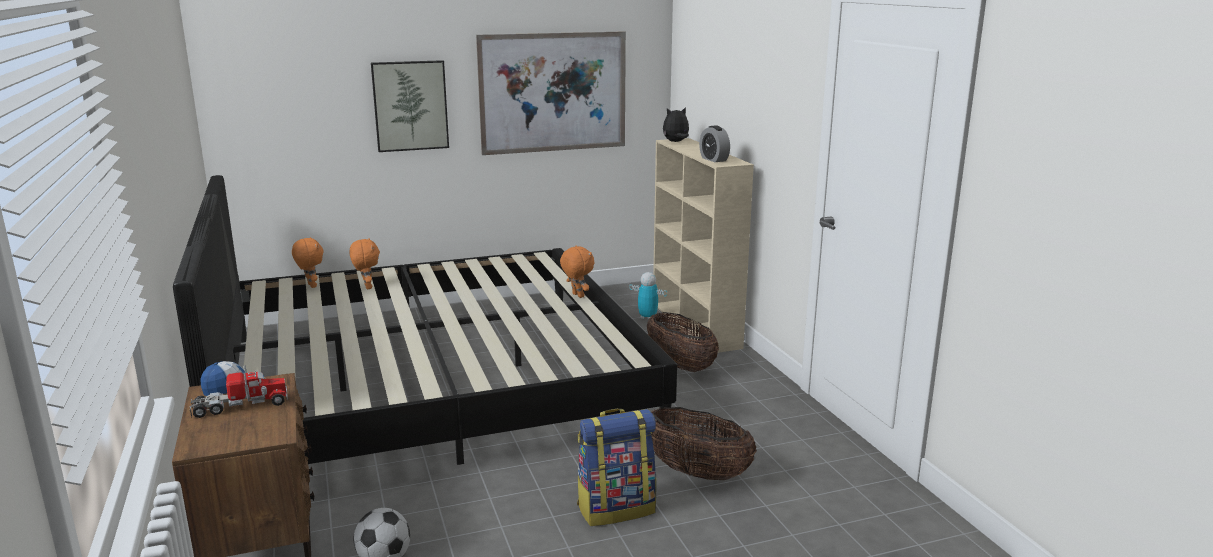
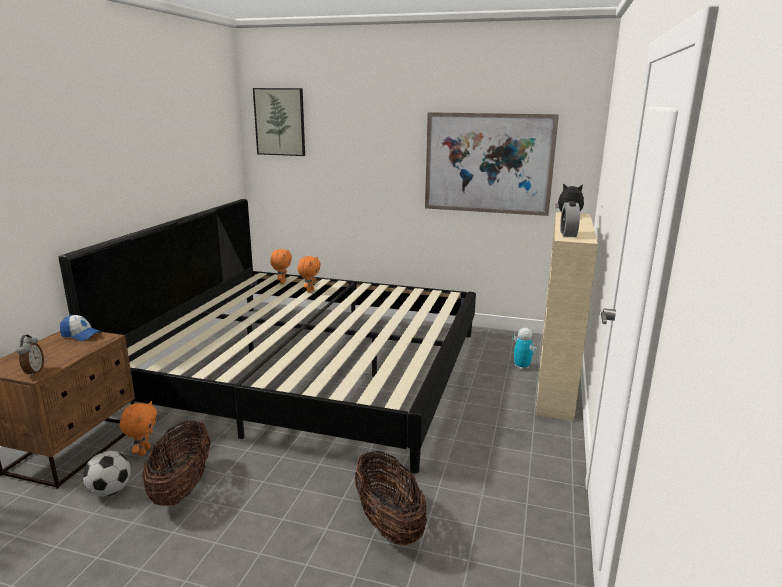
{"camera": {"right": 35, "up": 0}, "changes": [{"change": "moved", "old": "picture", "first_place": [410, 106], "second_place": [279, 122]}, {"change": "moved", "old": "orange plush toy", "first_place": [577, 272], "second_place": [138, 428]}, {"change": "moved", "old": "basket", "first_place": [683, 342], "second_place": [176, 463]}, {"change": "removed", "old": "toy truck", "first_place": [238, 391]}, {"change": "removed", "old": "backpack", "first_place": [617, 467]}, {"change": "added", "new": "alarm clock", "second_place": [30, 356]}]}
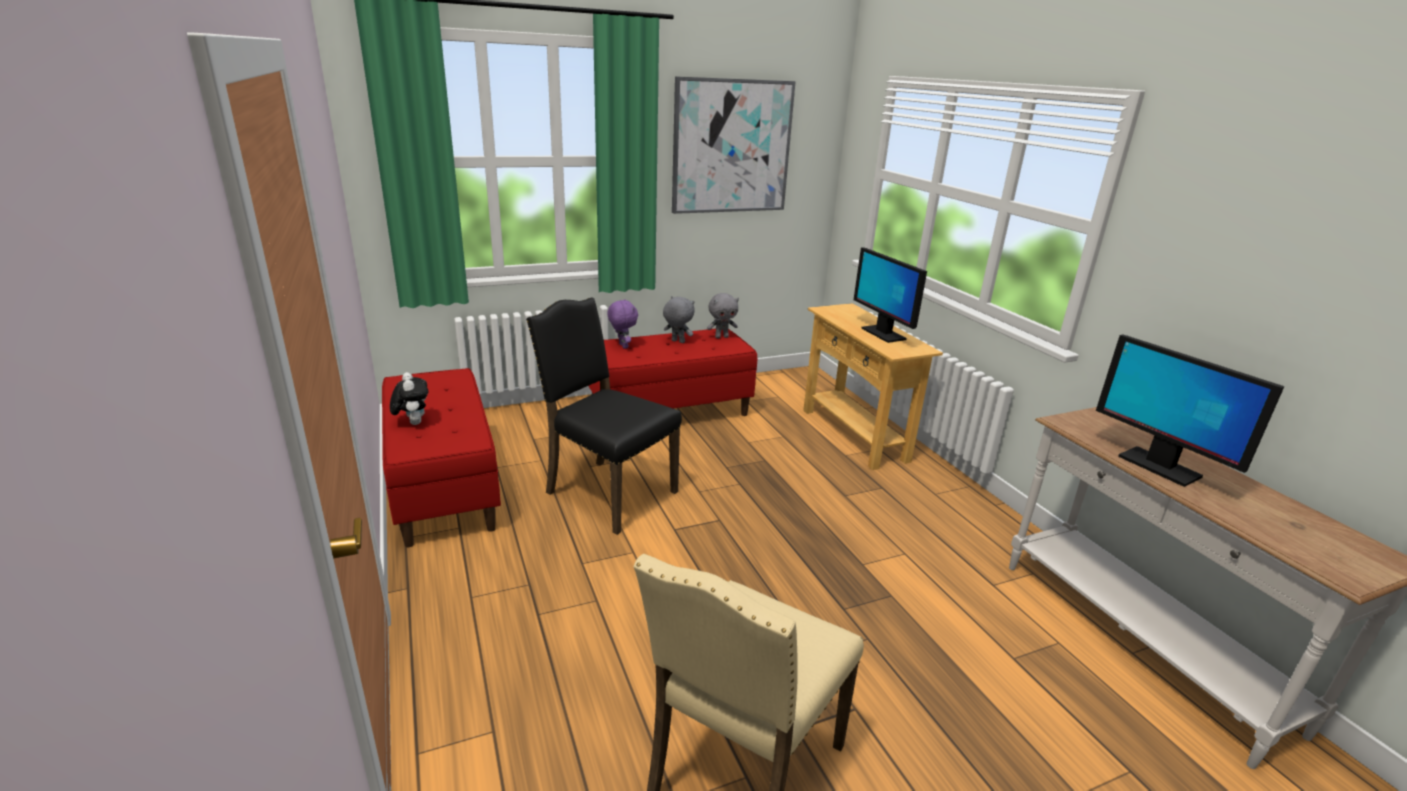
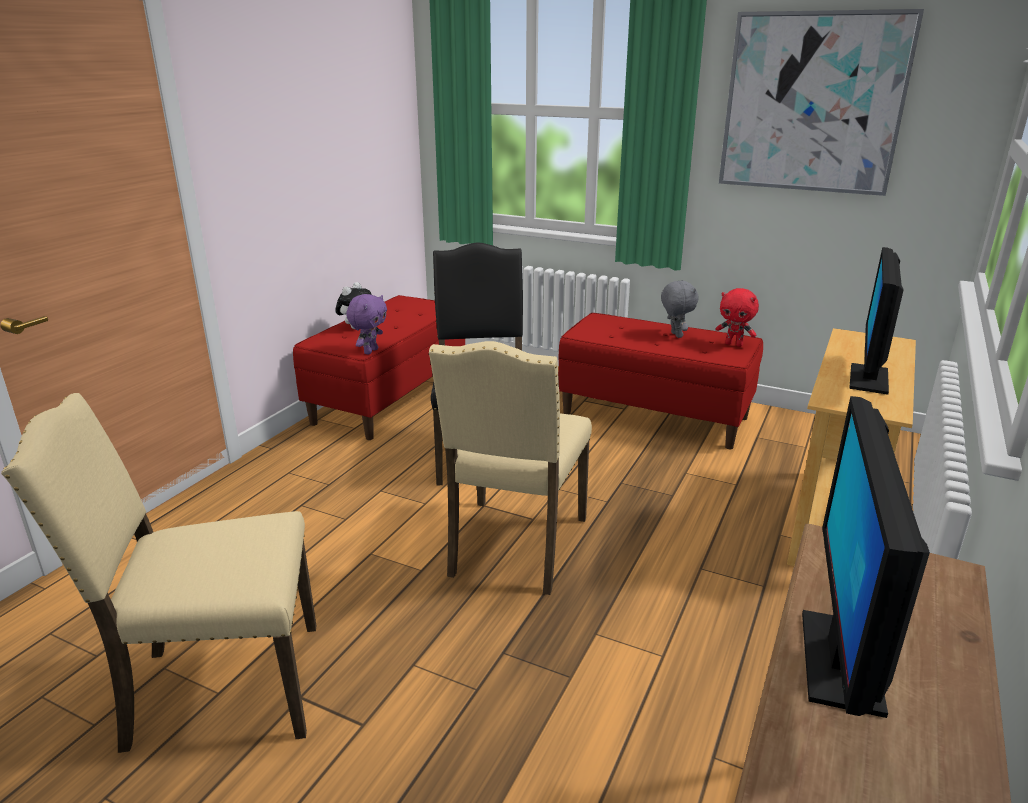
{"camera": {"right": 50, "up": 0}, "changes": [{"change": "recoloured", "old": "grey plush toy", "new": "red plush toy", "first_place": [723, 315], "second_place": [737, 317]}, {"change": "moved", "old": "purple plush toy", "first_place": [622, 324], "second_place": [366, 324]}, {"change": "added", "new": "beige chair", "second_place": [510, 468]}]}
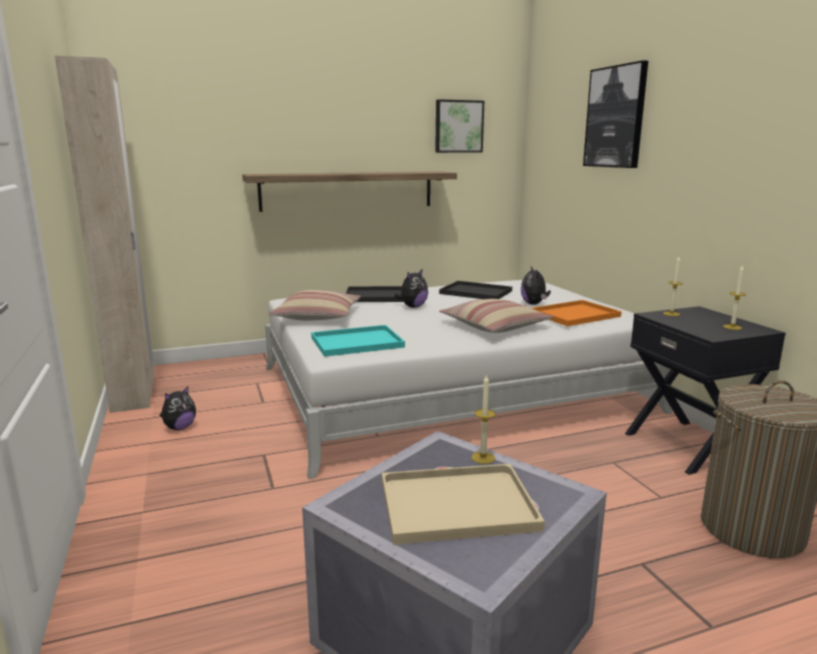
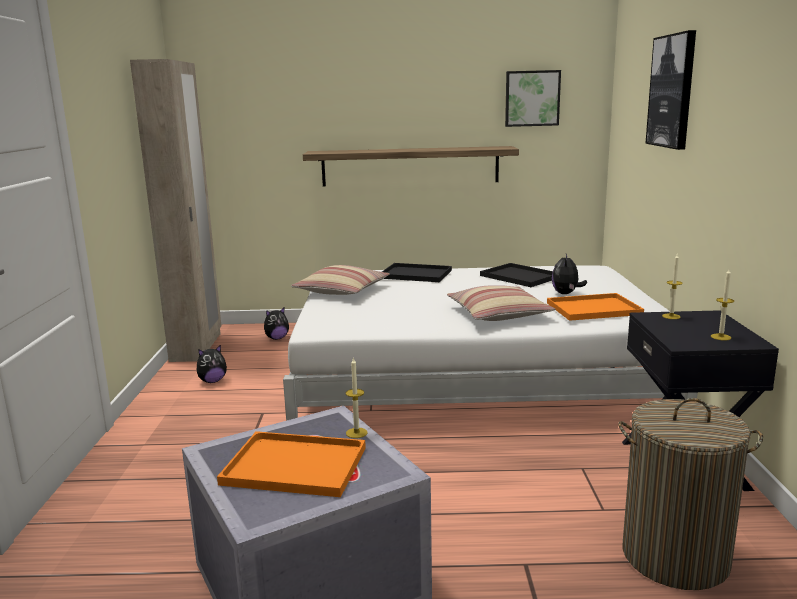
{"camera": {"right": 20, "up": 0}, "changes": [{"change": "moved", "old": "plush toy", "first_place": [411, 288], "second_place": [276, 324]}, {"change": "removed", "old": "turquoise tray", "first_place": [358, 341]}, {"change": "recoloured", "old": "beige tray", "new": "orange tray", "first_place": [463, 504], "second_place": [291, 464]}]}
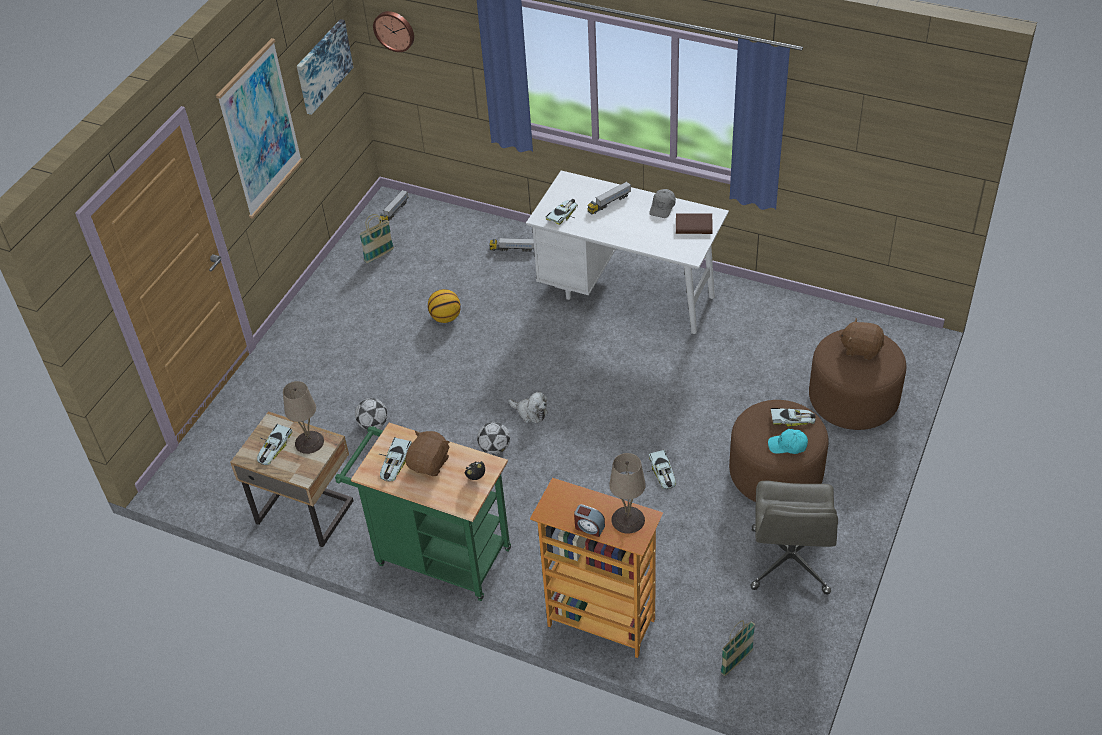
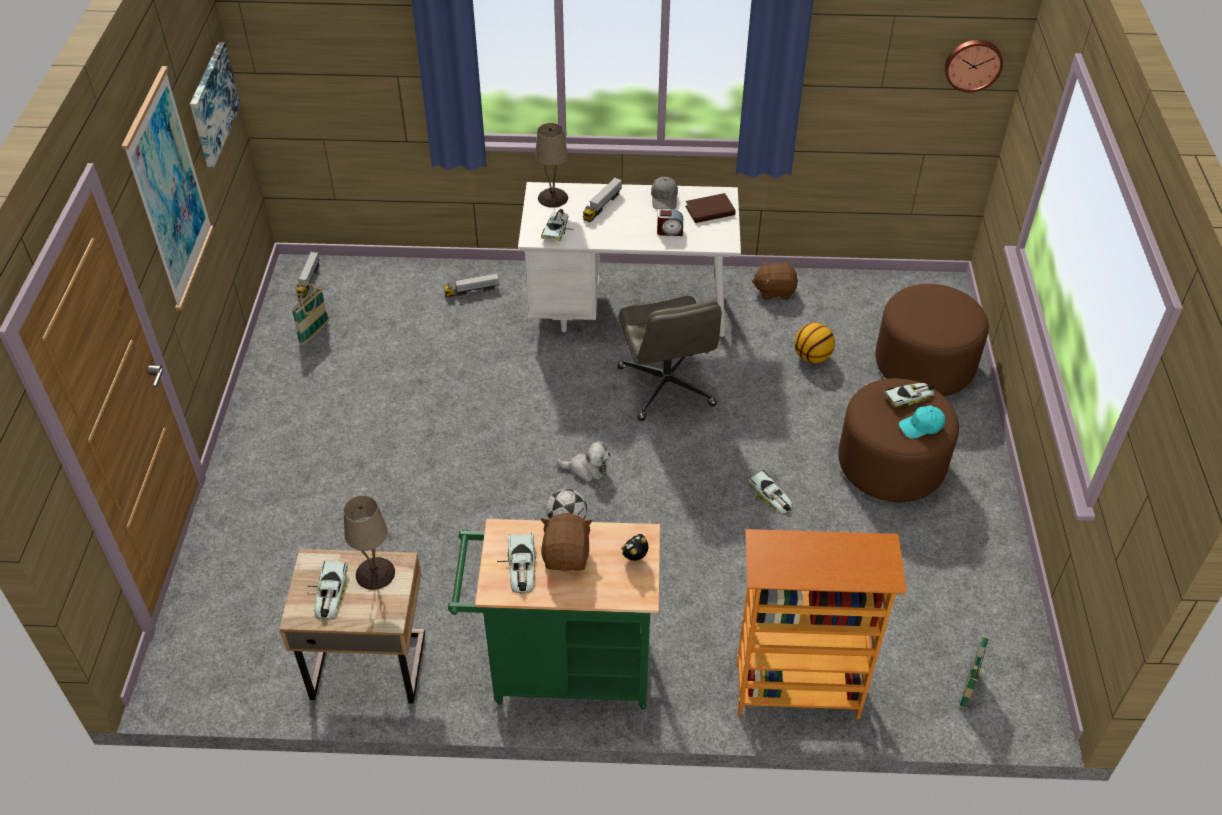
{"camera": {"right": -25, "up": 0}, "changes": [{"change": "moved", "old": "wall clock", "first_place": [393, 31], "second_place": [974, 66]}, {"change": "moved", "old": "basketball", "first_place": [444, 306], "second_place": [814, 343]}, {"change": "moved", "old": "brown plush toy", "first_place": [861, 339], "second_place": [775, 280]}, {"change": "removed", "old": "football", "first_place": [371, 414]}, {"change": "moved", "old": "beige table lamp", "first_place": [627, 493], "second_place": [551, 165]}, {"change": "moved", "old": "grey office chair", "first_place": [794, 538], "second_place": [669, 358]}, {"change": "moved", "old": "alarm clock", "first_place": [589, 520], "second_place": [670, 222]}]}
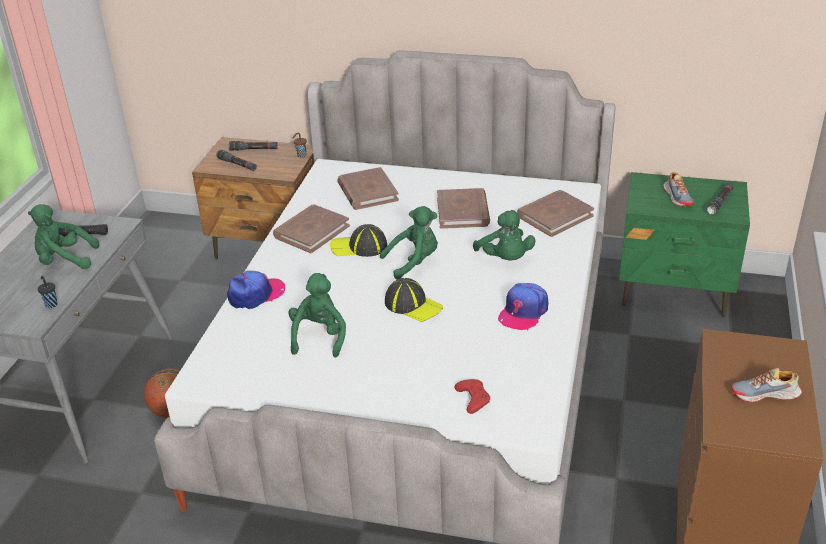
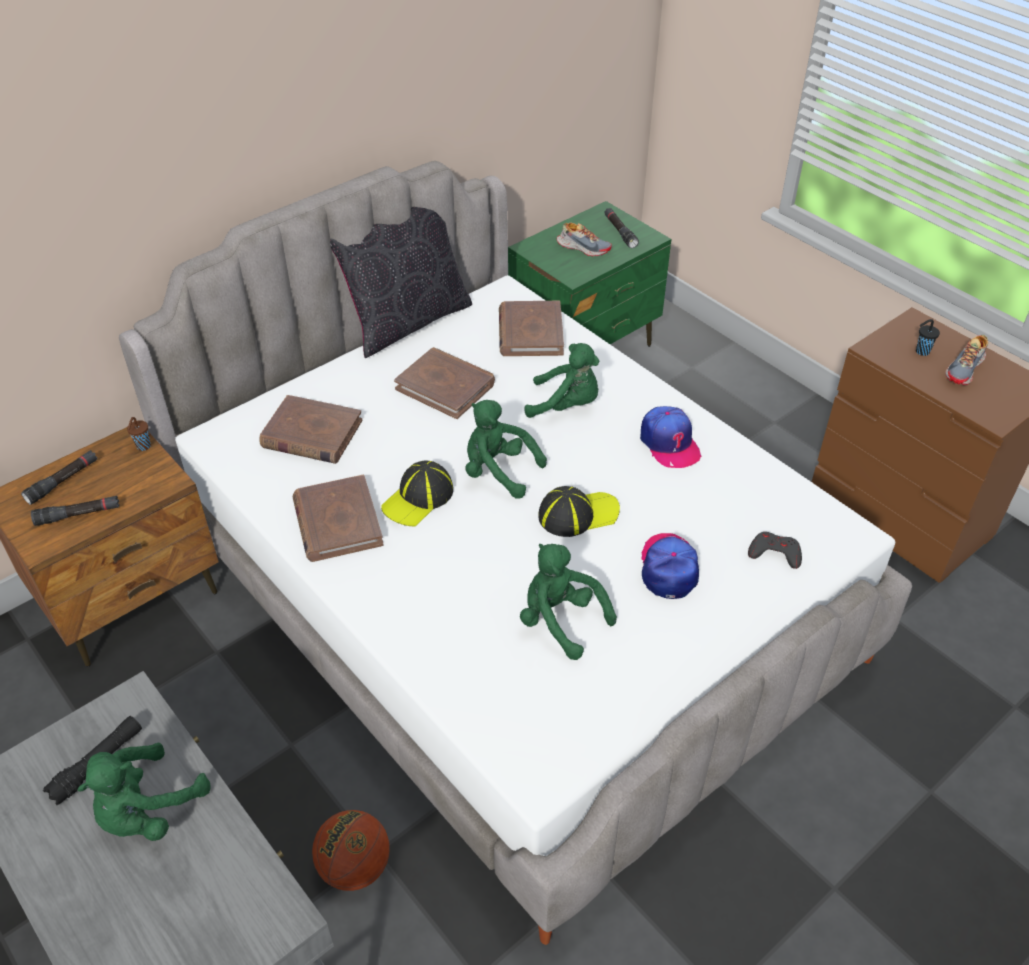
{"camera": {"right": -55, "up": 10}, "changes": [{"change": "turned", "old": "green plush toy", "first_place": [409, 243], "second_place": [506, 449], "degrees": -75}, {"change": "moved", "old": "cap", "first_place": [256, 290], "second_place": [670, 566]}, {"change": "moved", "old": "black cup", "first_place": [48, 292], "second_place": [928, 337]}, {"change": "recoloured", "old": "red game controller", "new": "grey game controller", "first_place": [472, 396], "second_place": [775, 550]}, {"change": "added", "new": "black pillow", "second_place": [401, 282]}]}
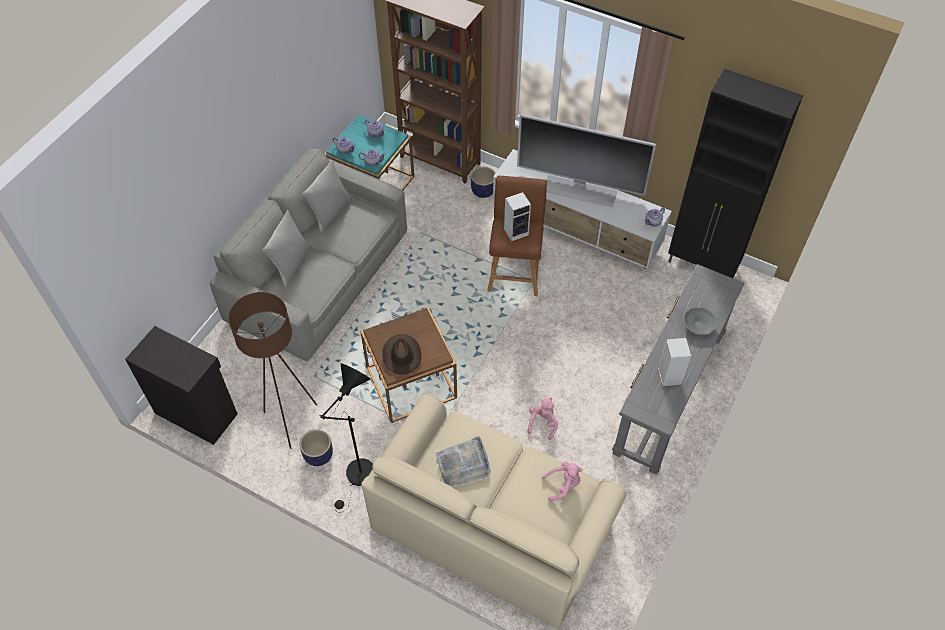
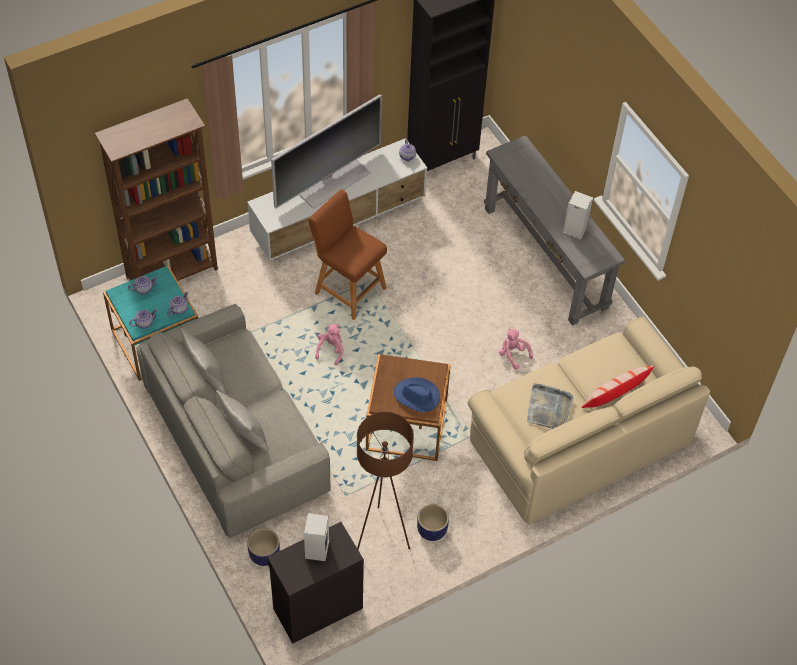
{"camera": {"right": -60, "up": 0}, "changes": [{"change": "moved", "old": "planter", "first_place": [483, 182], "second_place": [263, 547]}, {"change": "moved", "old": "speaker", "first_place": [517, 216], "second_place": [316, 537]}, {"change": "removed", "old": "grey bowl", "first_place": [700, 321]}, {"change": "recoloured", "old": "brown hat", "new": "blue hat", "first_place": [401, 354], "second_place": [417, 394]}, {"change": "removed", "old": "black floor lamp", "first_place": [346, 437]}, {"change": "moved", "old": "pink plush toy", "first_place": [562, 481], "second_place": [329, 344]}, {"change": "added", "new": "pillow", "second_place": [617, 387]}]}
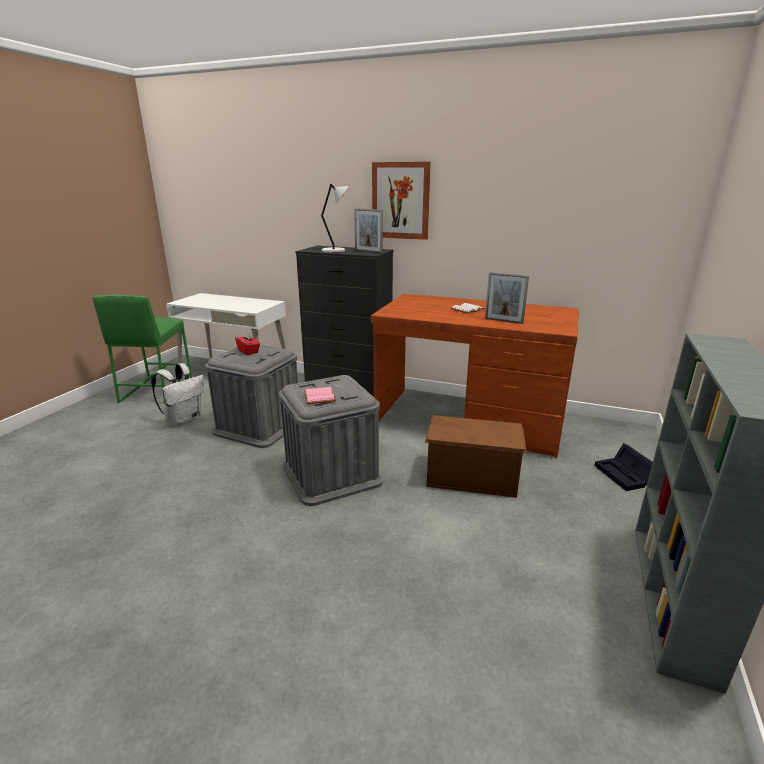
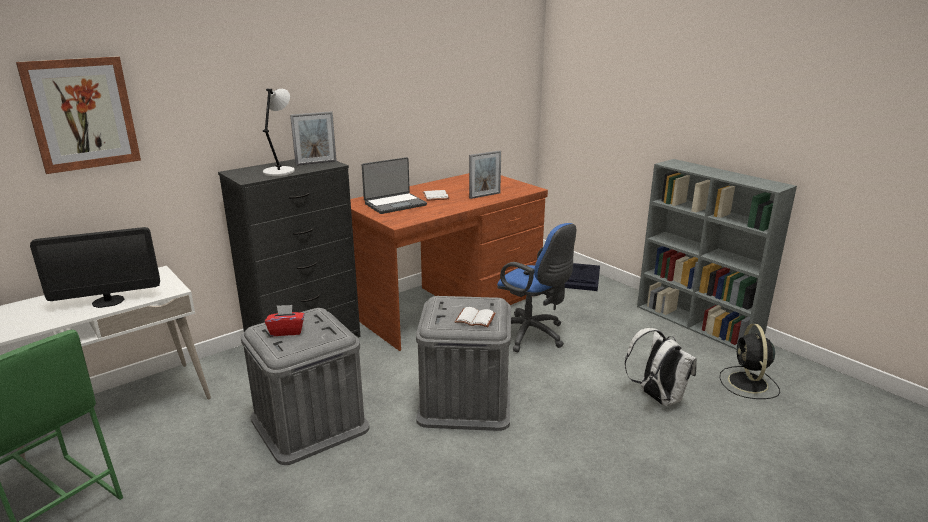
{"camera": {"right": -60, "up": 0}, "changes": [{"change": "moved", "old": "picture", "first_place": [401, 201], "second_place": [78, 115]}, {"change": "moved", "old": "white backpack", "first_place": [177, 394], "second_place": [661, 367]}, {"change": "recoloured", "old": "pink book", "new": "white book", "first_place": [320, 395], "second_place": [475, 317]}, {"change": "replaced", "old": "brown storage box", "new": "blue office chair", "first_place": [476, 456], "second_place": [536, 287]}, {"change": "added", "new": "laptop", "second_place": [394, 185]}, {"change": "added", "new": "monitor", "second_place": [95, 267]}, {"change": "added", "new": "black fan", "second_place": [750, 361]}]}
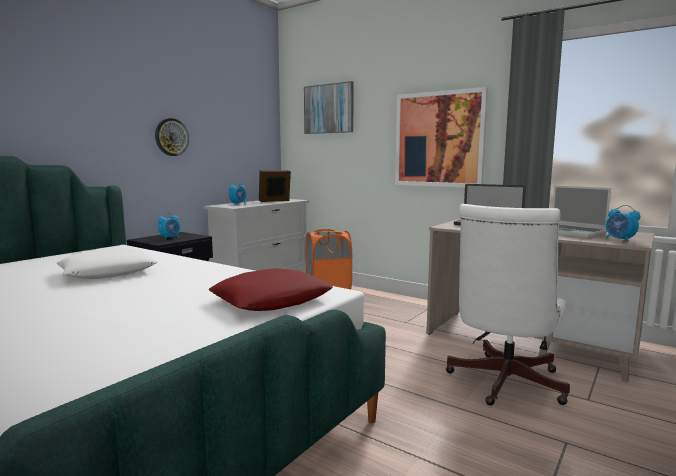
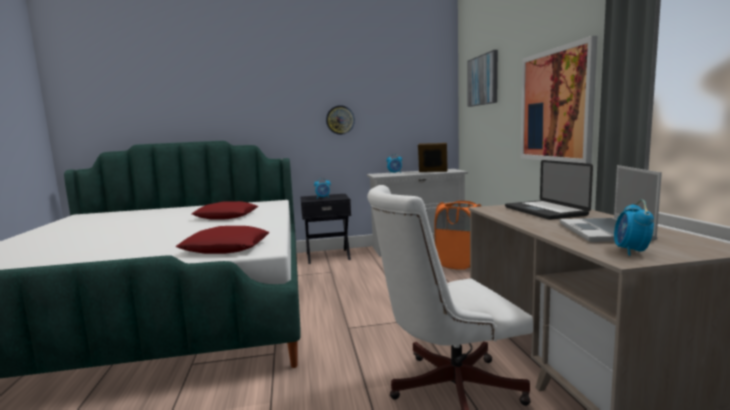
{"camera": {"right": 45, "up": 0}, "changes": [{"change": "recoloured", "old": "white pillow", "new": "red pillow", "first_place": [107, 263], "second_place": [225, 210]}]}
